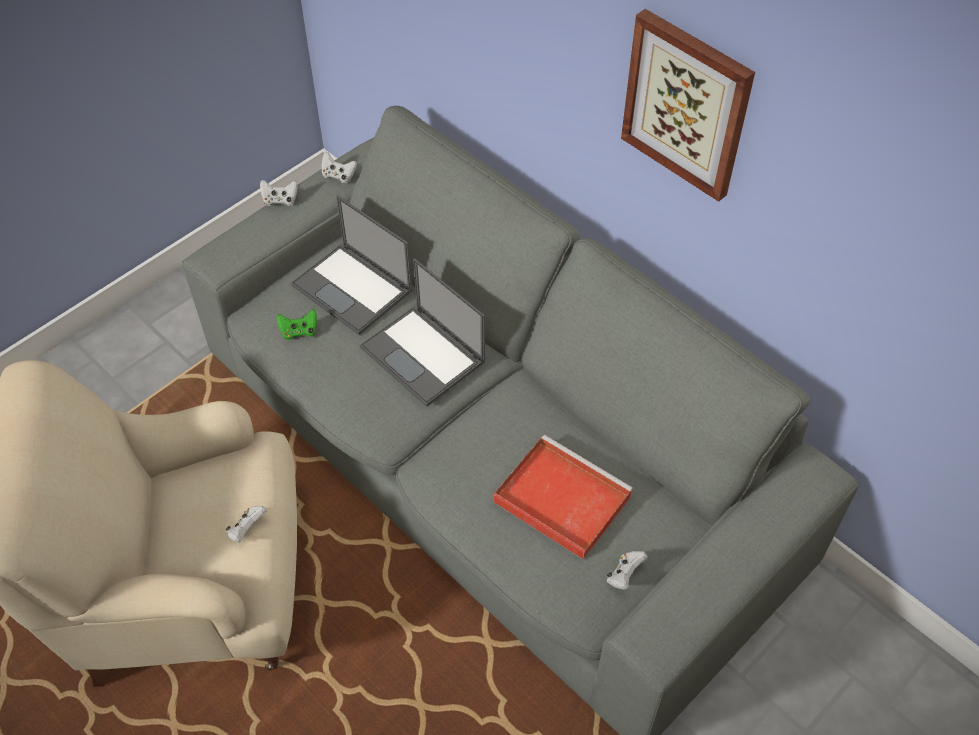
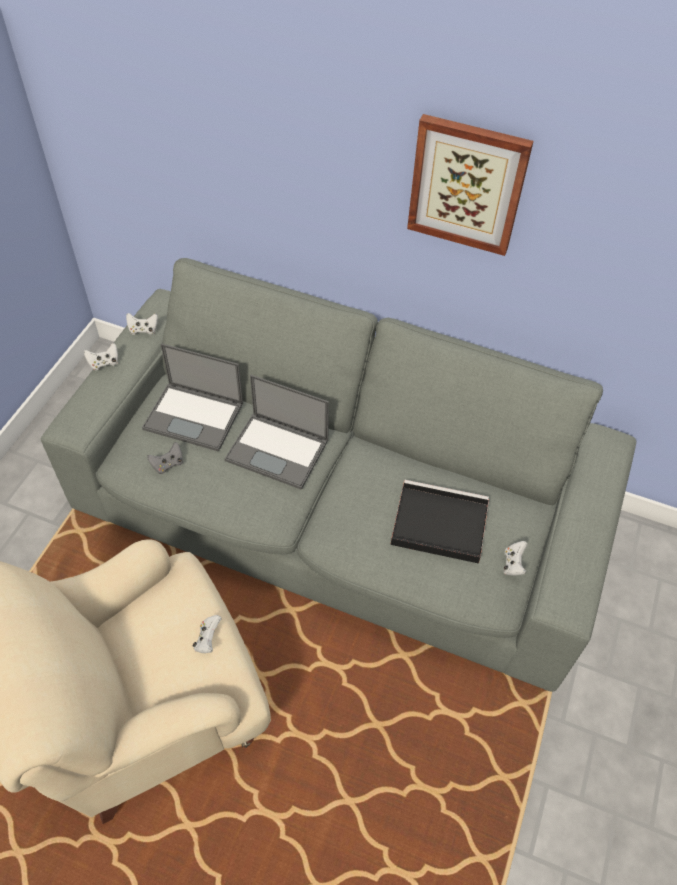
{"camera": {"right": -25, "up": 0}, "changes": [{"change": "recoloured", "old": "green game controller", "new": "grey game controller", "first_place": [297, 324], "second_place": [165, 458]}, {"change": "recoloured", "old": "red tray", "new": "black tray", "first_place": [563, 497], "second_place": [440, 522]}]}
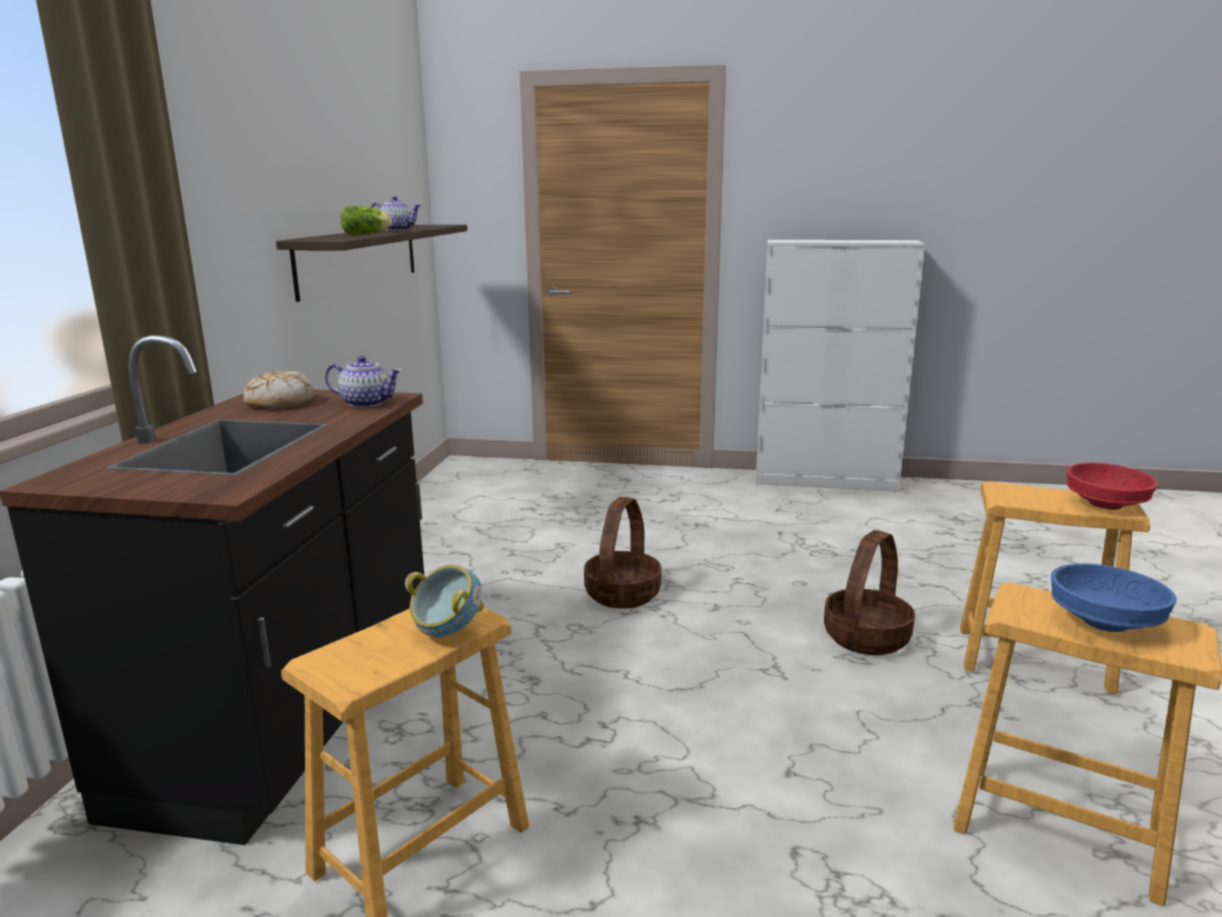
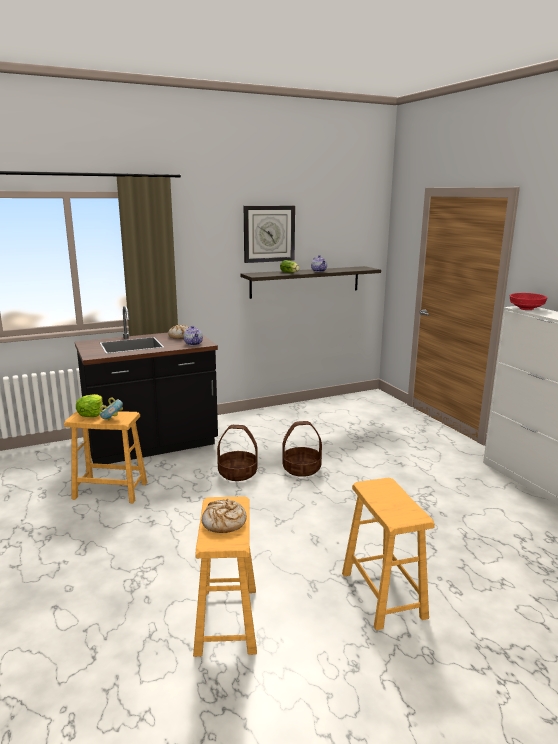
{"camera": {"right": 55, "up": 0}, "changes": [{"change": "moved", "old": "red bowl", "first_place": [1112, 486], "second_place": [528, 301]}, {"change": "moved", "old": "basket", "first_place": [869, 592], "second_place": [237, 453]}, {"change": "replaced", "old": "blue bowl", "new": "bread", "first_place": [1114, 597], "second_place": [224, 516]}, {"change": "added", "new": "wall clock", "second_place": [269, 234]}, {"change": "added", "new": "lettuce", "second_place": [89, 405]}]}
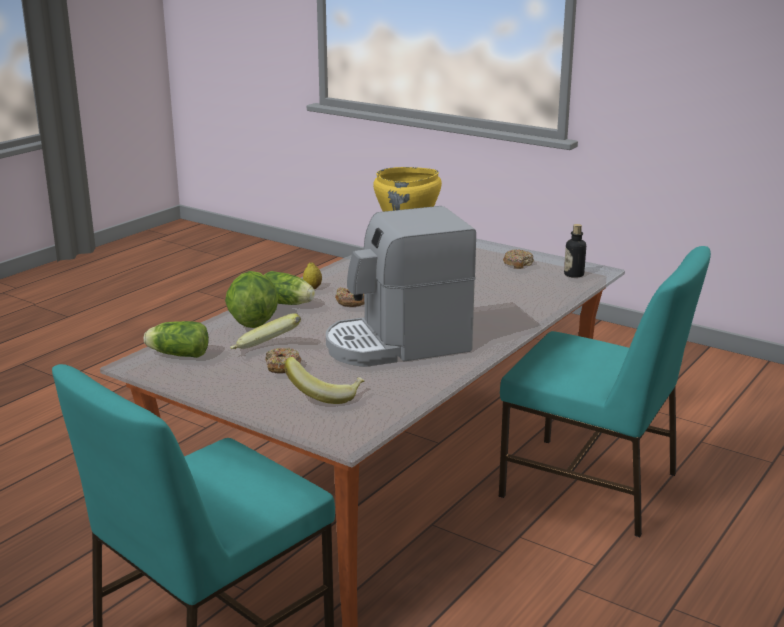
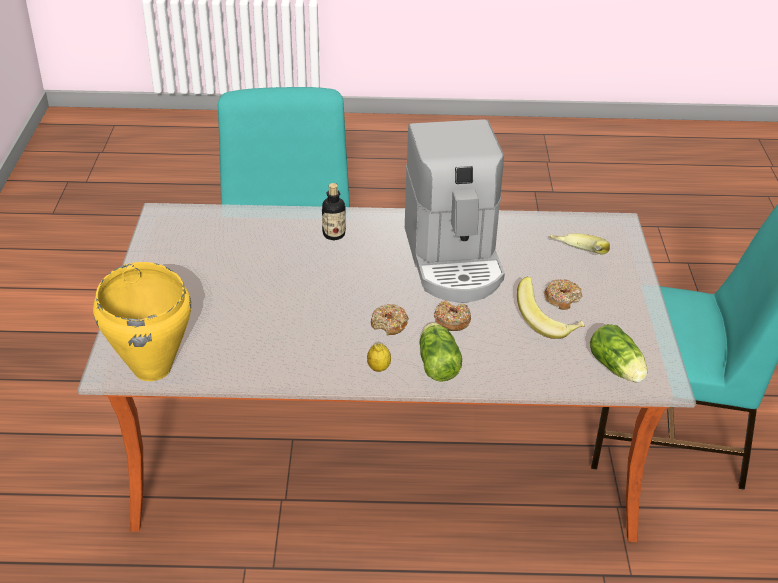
{"camera": {"right": -125, "up": 15}, "changes": [{"change": "turned", "old": "coffee machine", "first_place": [401, 286], "second_place": [455, 210], "degrees": 45}, {"change": "moved", "old": "bottle", "first_place": [575, 251], "second_place": [334, 211]}, {"change": "moved", "old": "donut", "first_place": [518, 259], "second_place": [452, 315]}, {"change": "removed", "old": "lettuce", "first_place": [252, 299]}]}
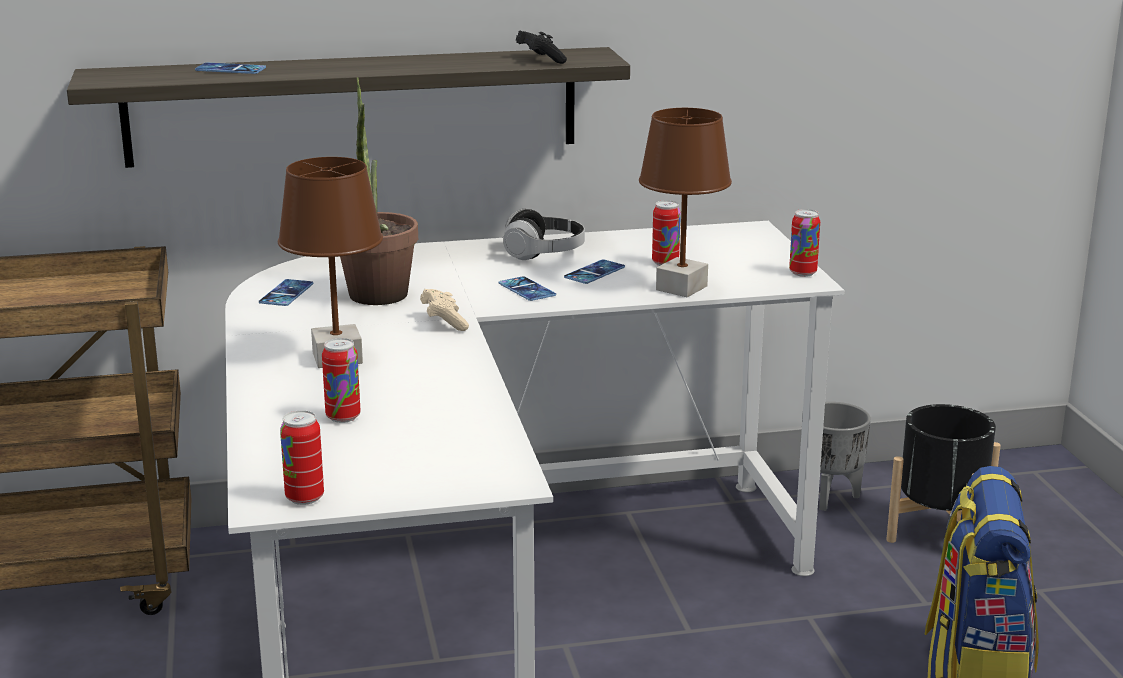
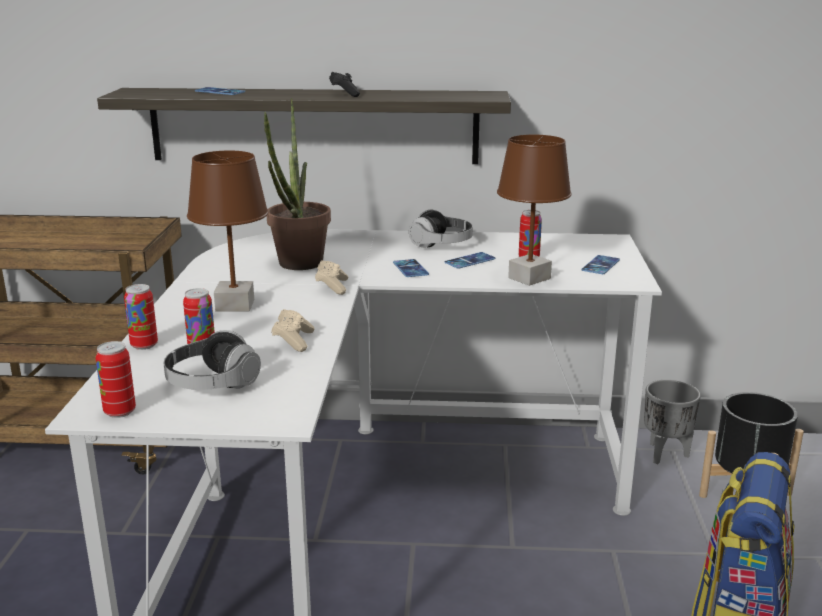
{"camera": {"right": 15, "up": 0}, "changes": [{"change": "moved", "old": "black game controller", "first_place": [541, 47], "second_place": [344, 84]}, {"change": "moved", "old": "can", "first_place": [804, 243], "second_place": [141, 317]}, {"change": "moved", "old": "phone", "first_place": [286, 292], "second_place": [600, 264]}, {"change": "added", "new": "beige game controller", "second_place": [293, 330]}, {"change": "added", "new": "headphones", "second_place": [212, 360]}]}
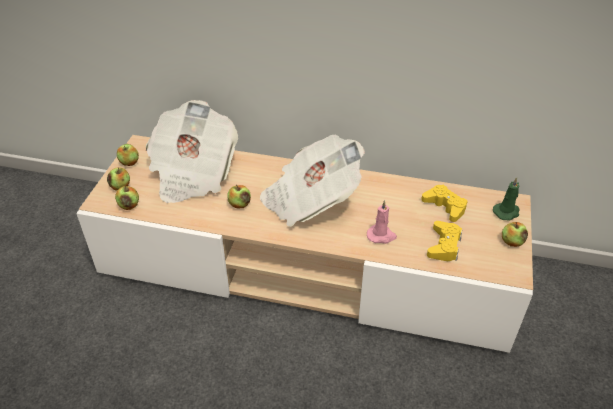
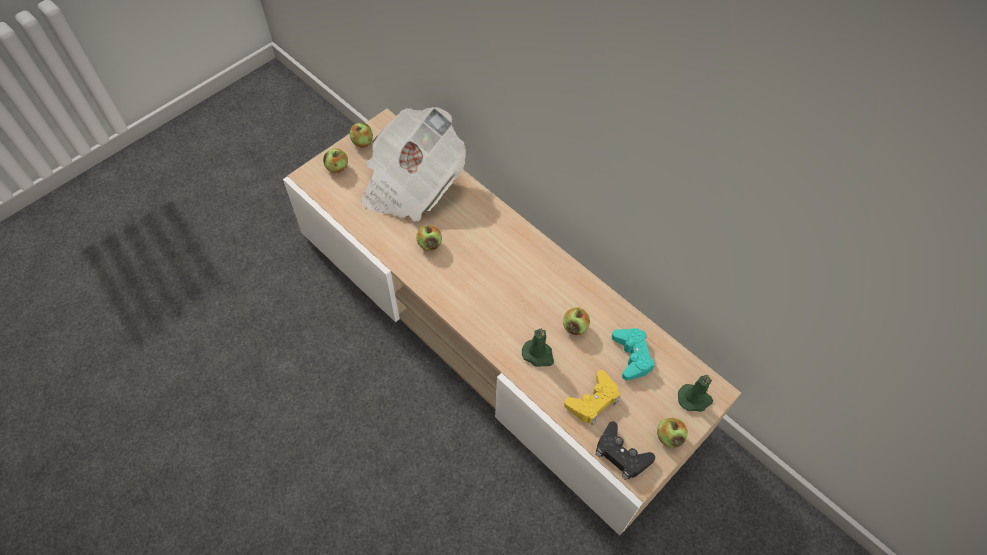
{"camera": {"right": 30, "up": 15}, "changes": [{"change": "removed", "old": "newspaper", "first_place": [312, 180]}, {"change": "recoloured", "old": "yellow game controller", "new": "turquoise game controller", "first_place": [444, 203], "second_place": [633, 354]}, {"change": "moved", "old": "apple", "first_place": [127, 198], "second_place": [576, 321]}, {"change": "recoloured", "old": "pink candle", "new": "green candle", "first_place": [382, 222], "second_place": [538, 347]}, {"change": "added", "new": "black game controller", "second_place": [625, 450]}]}
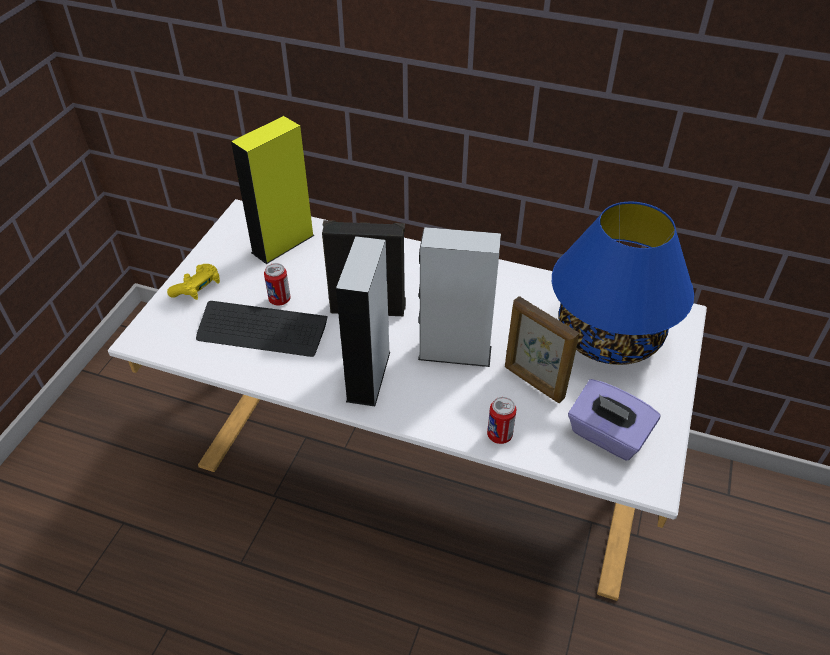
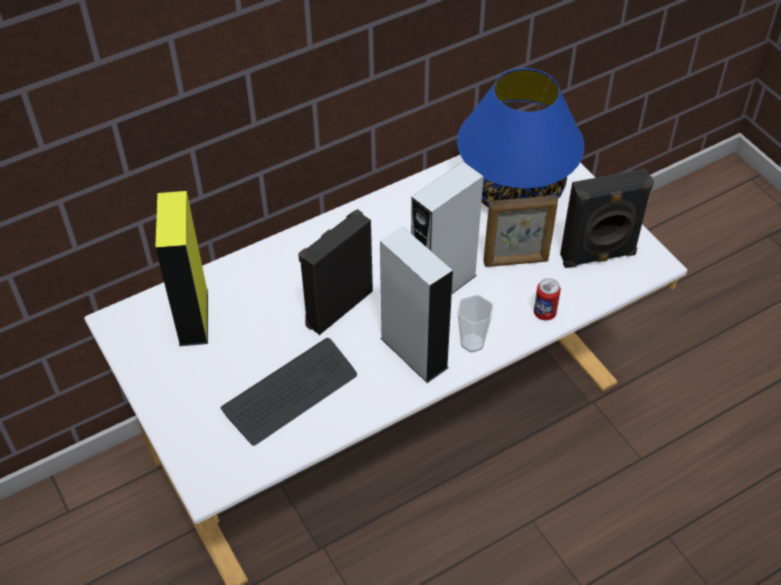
{"camera": {"right": -50, "up": 5}, "changes": [{"change": "removed", "old": "can", "first_place": [277, 284]}, {"change": "removed", "old": "yellow game controller", "first_place": [193, 282]}, {"change": "replaced", "old": "purple tissue box", "new": "black speaker", "first_place": [614, 420], "second_place": [607, 218]}, {"change": "added", "new": "cup", "second_place": [475, 324]}]}
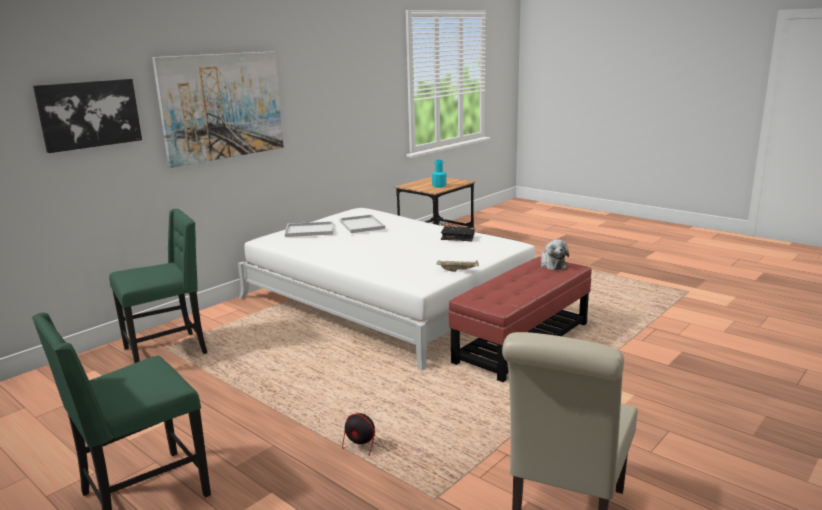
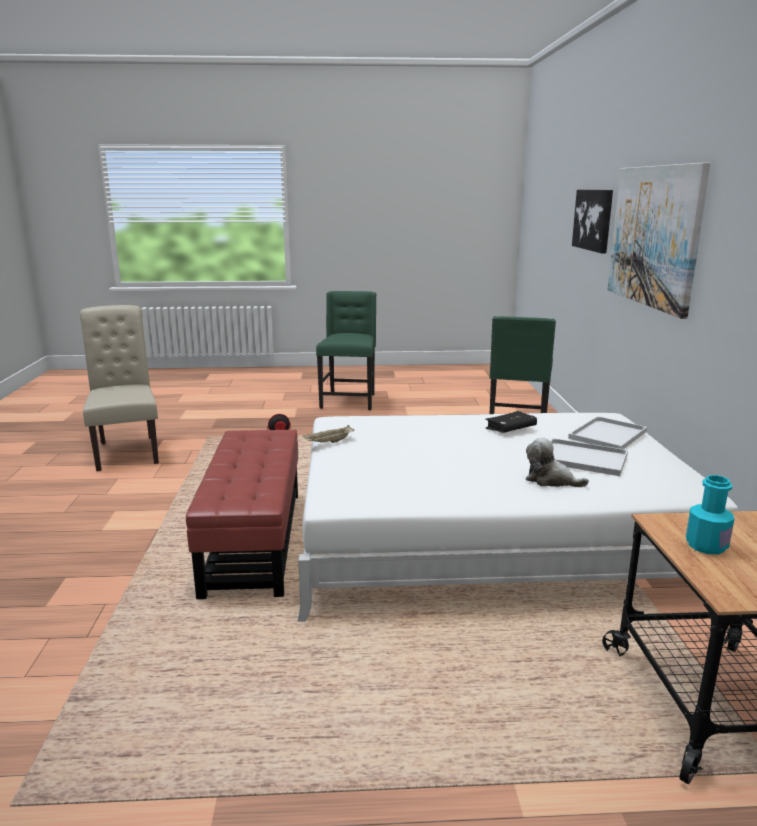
{"camera": {"right": 135, "up": 0}, "changes": [{"change": "moved", "old": "black book", "first_place": [458, 234], "second_place": [511, 422]}, {"change": "moved", "old": "plush toy", "first_place": [555, 254], "second_place": [557, 462]}]}
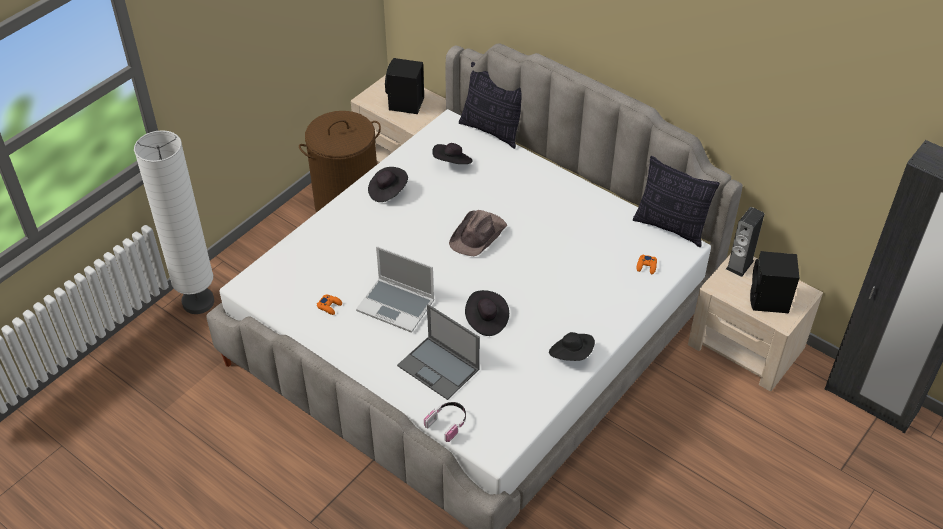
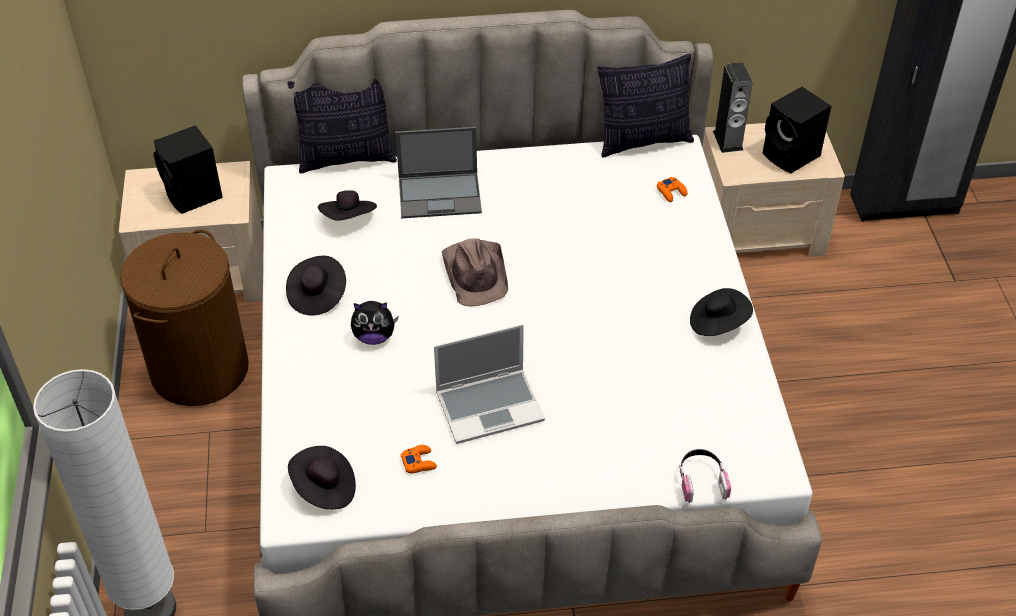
{"camera": {"right": -45, "up": 0}, "changes": [{"change": "moved", "old": "black hat", "first_place": [487, 313], "second_place": [322, 478]}, {"change": "moved", "old": "laptop", "first_place": [438, 352], "second_place": [438, 172]}, {"change": "added", "new": "plush toy", "second_place": [375, 323]}]}
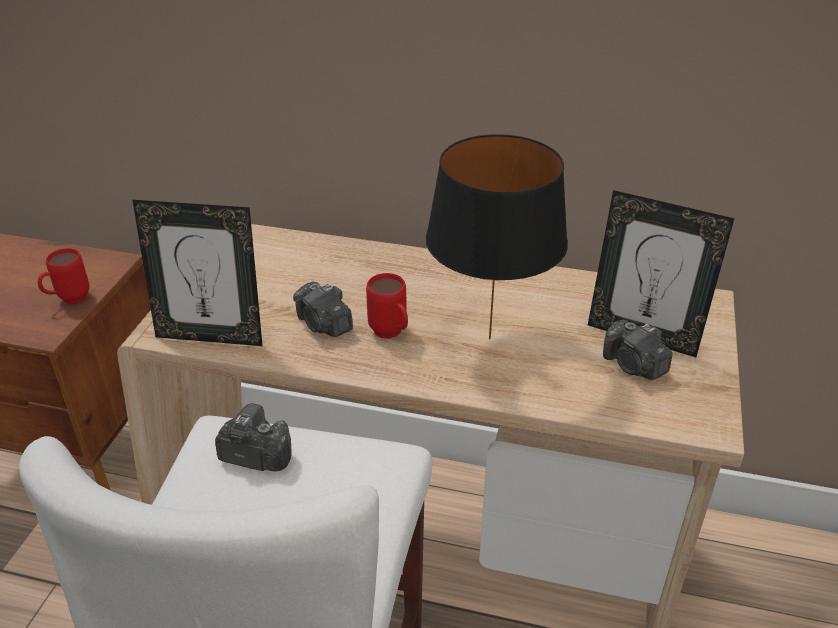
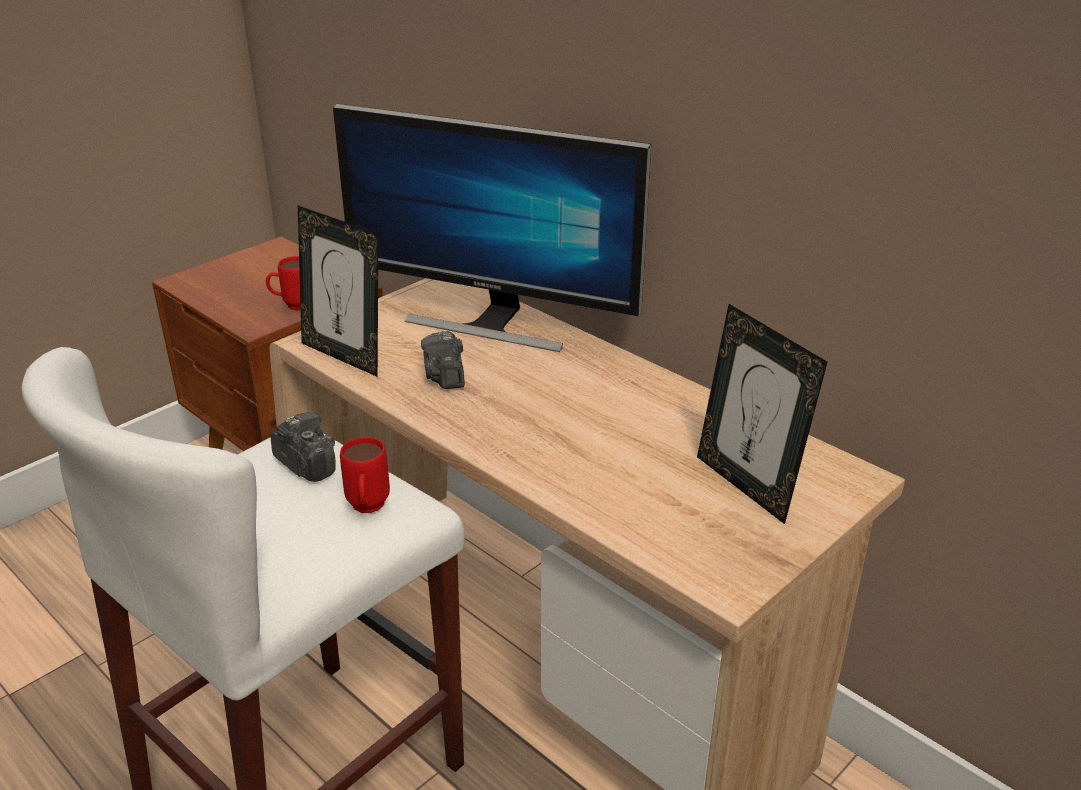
{"camera": {"right": 30, "up": -5}, "changes": [{"change": "removed", "old": "black table lamp", "first_place": [497, 236]}, {"change": "moved", "old": "red mug", "first_place": [387, 306], "second_place": [365, 475]}, {"change": "removed", "old": "photo camera", "first_place": [638, 350]}, {"change": "added", "new": "monitor", "second_place": [492, 227]}]}
